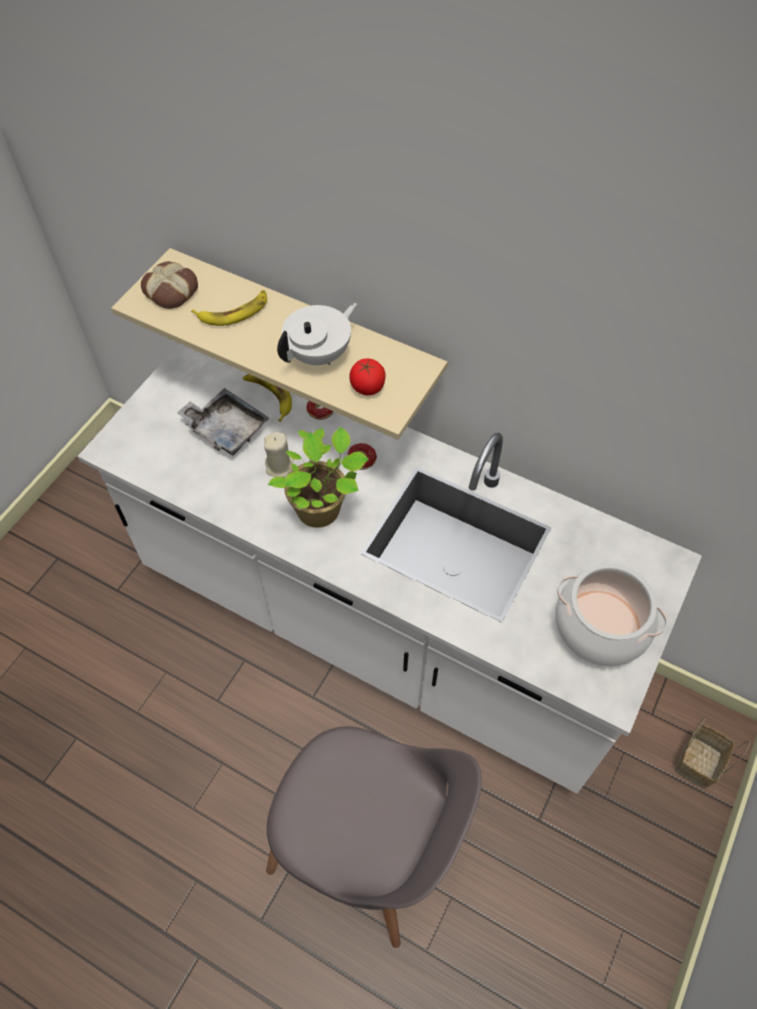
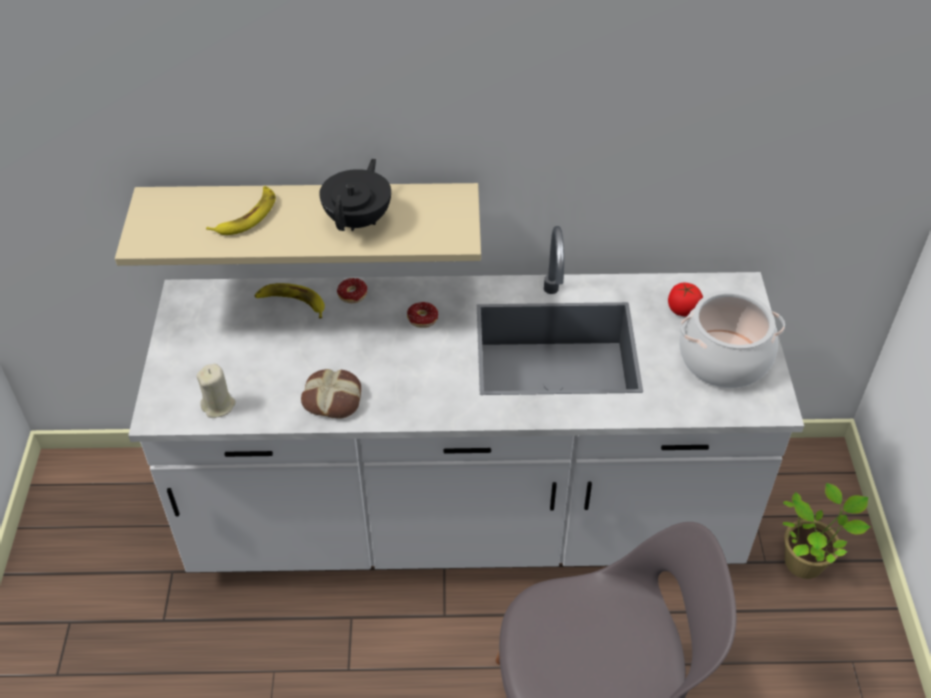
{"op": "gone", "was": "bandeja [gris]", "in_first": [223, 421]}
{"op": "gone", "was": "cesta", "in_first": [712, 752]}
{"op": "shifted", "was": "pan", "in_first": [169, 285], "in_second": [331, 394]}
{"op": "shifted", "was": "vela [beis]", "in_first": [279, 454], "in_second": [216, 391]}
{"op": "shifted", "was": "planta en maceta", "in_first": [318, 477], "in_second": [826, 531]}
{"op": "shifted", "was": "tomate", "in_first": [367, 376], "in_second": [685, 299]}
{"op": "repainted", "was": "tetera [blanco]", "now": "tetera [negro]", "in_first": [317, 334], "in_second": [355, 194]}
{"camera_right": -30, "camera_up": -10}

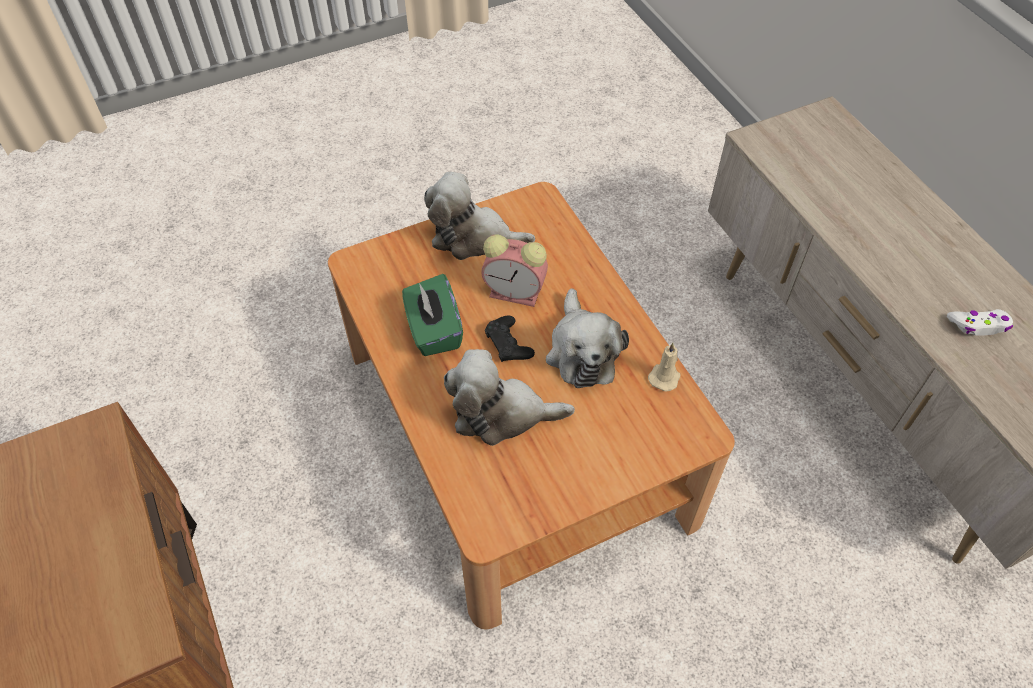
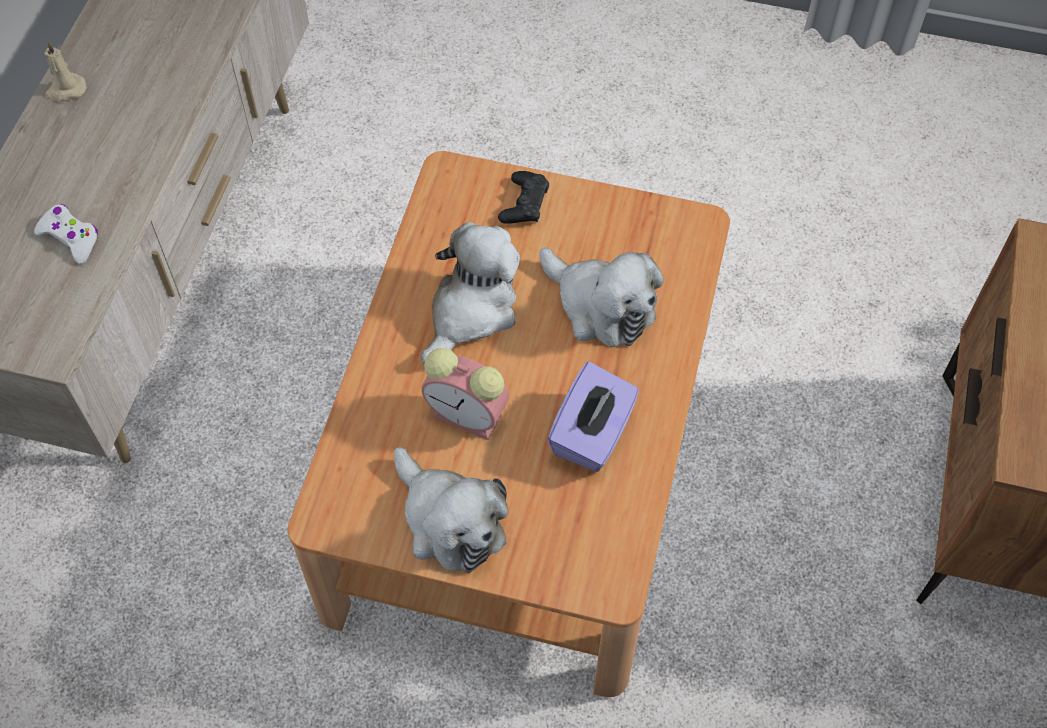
{"op": "shifted", "was": "mando de consola [negro]", "in_first": [510, 339], "in_second": [523, 197]}
{"op": "shifted", "was": "vela [beis]", "in_first": [664, 367], "in_second": [65, 71]}
{"op": "shifted", "was": "mando de consola [blanco]", "in_first": [980, 322], "in_second": [66, 234]}
{"op": "repainted", "was": "caja de pañuelos [verde]", "now": "caja de pañuelos [morado]", "in_first": [432, 315], "in_second": [593, 417]}
{"op": "rotated", "was": "despertador", "in_first": [514, 270], "in_second": [465, 394], "clockwise": 150}
{"camera_right": -140, "camera_up": 5}

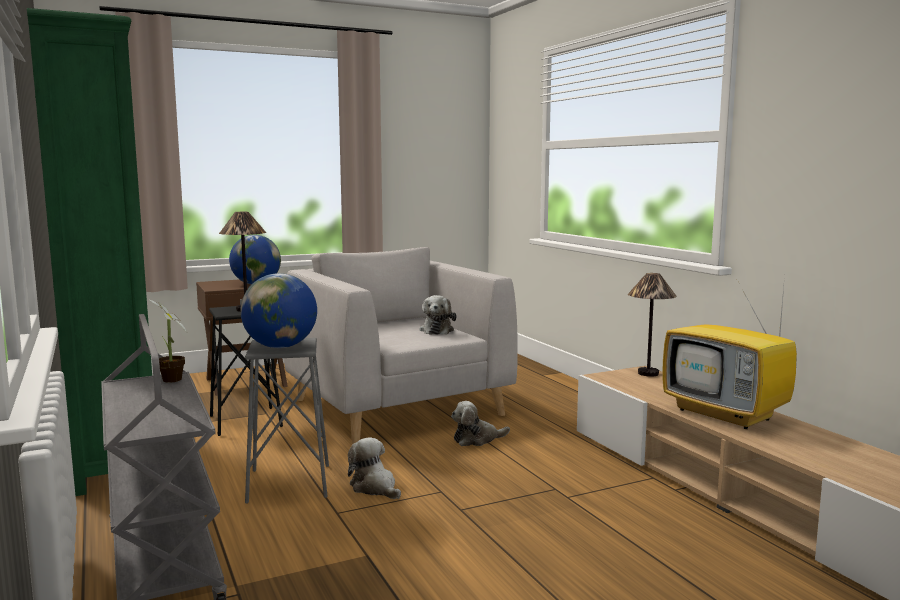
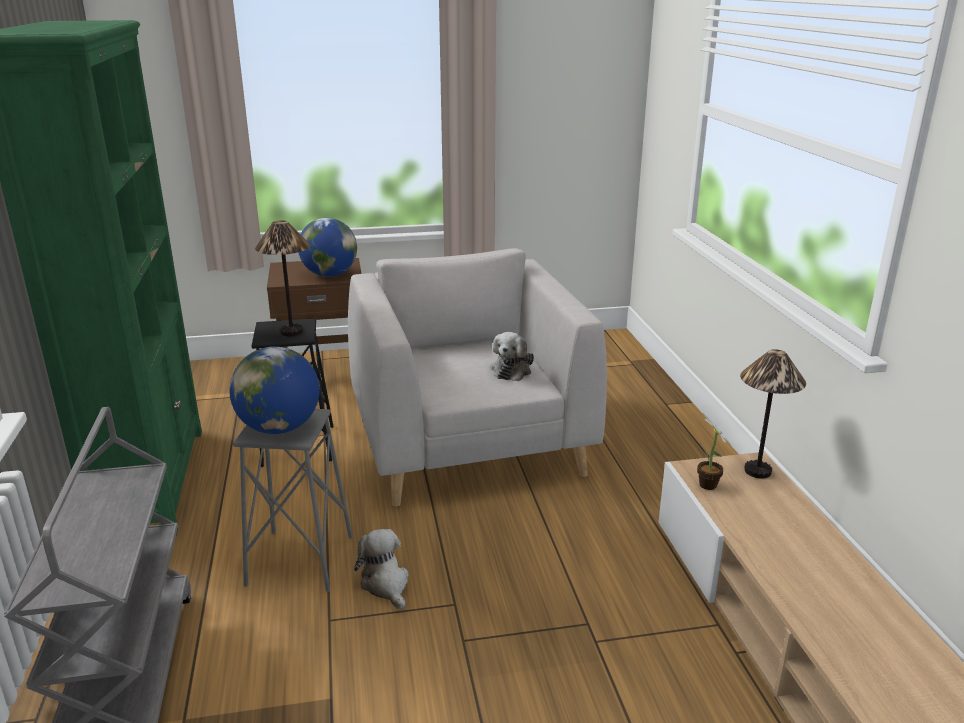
{"op": "gone", "was": "peluche", "in_first": [480, 423]}
{"op": "gone", "was": "televisor", "in_first": [729, 352]}
{"op": "shifted", "was": "planta en maceta", "in_first": [168, 341], "in_second": [715, 452]}
{"camera_right": 15, "camera_up": 15}

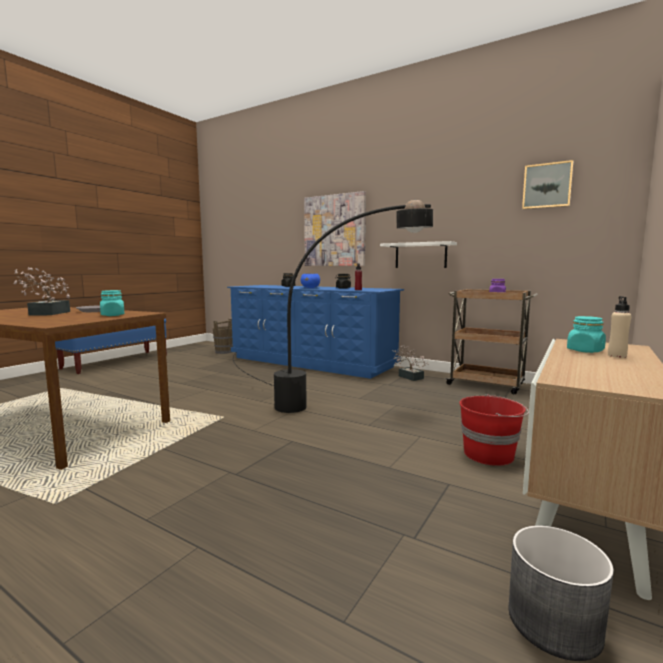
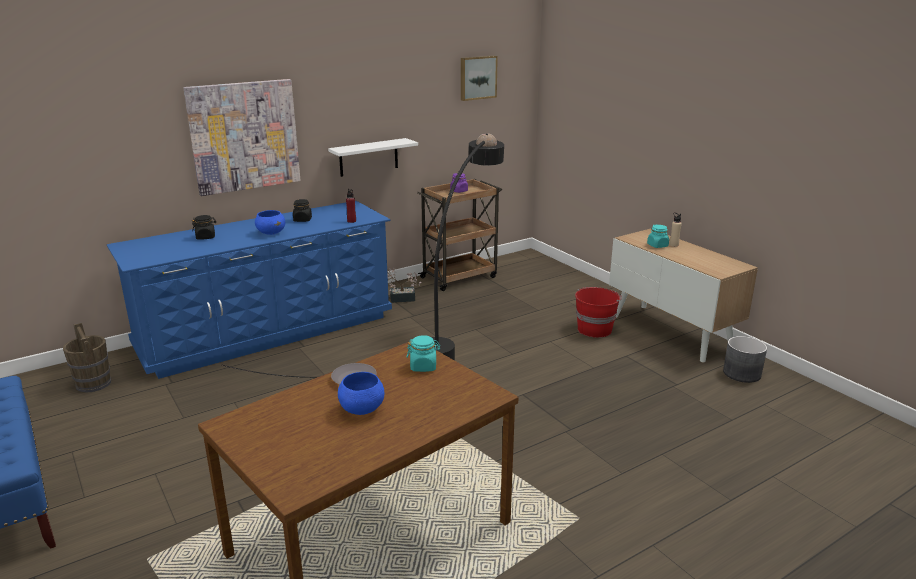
{"op": "swapped", "was": "planta en maceta", "now": "cuenco [azul]", "in_first": [41, 291], "in_second": [361, 393]}
{"camera_right": -65, "camera_up": 15}

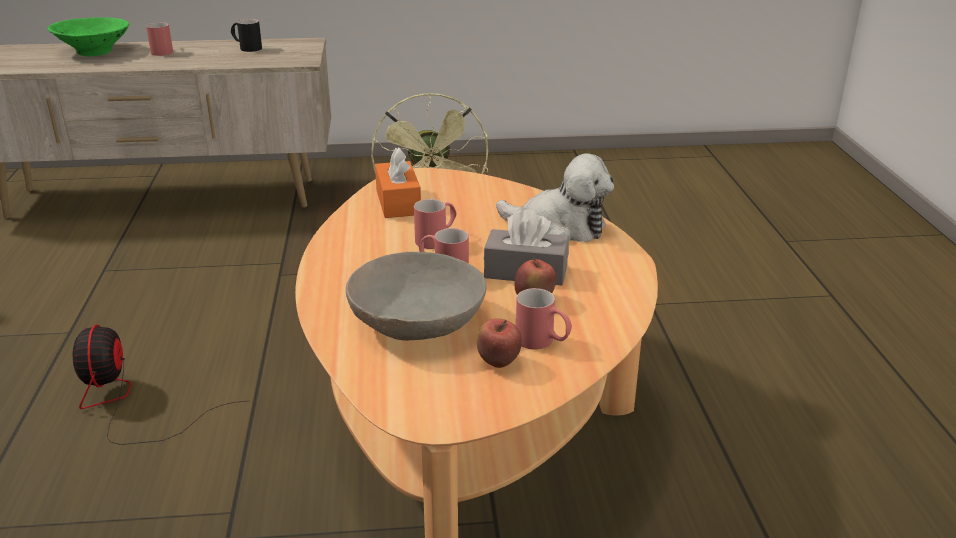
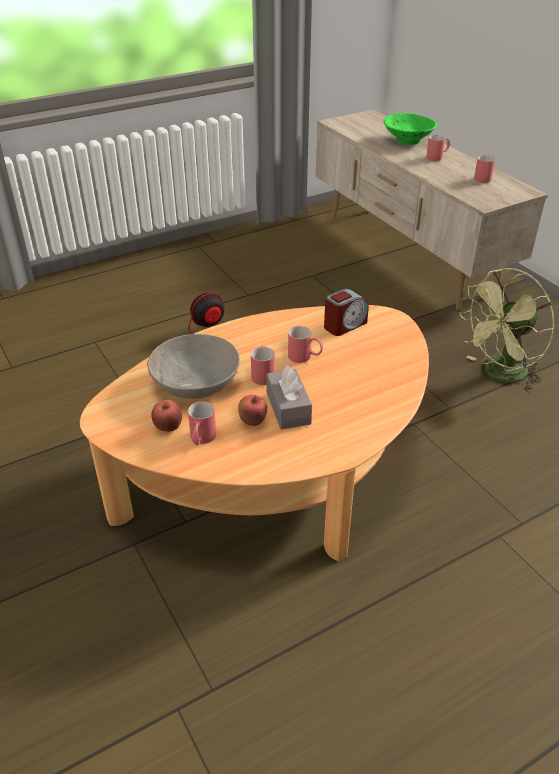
{"op": "gone", "was": "peluche", "in_first": [555, 197]}
{"op": "swapped", "was": "caja de pañuelos [naranja]", "now": "despertador", "in_first": [398, 182], "in_second": [346, 312]}
{"op": "repainted", "was": "taza grande [negro]", "now": "taza grande [rojo]", "in_first": [246, 35], "in_second": [484, 169]}
{"camera_right": 65, "camera_up": 10}

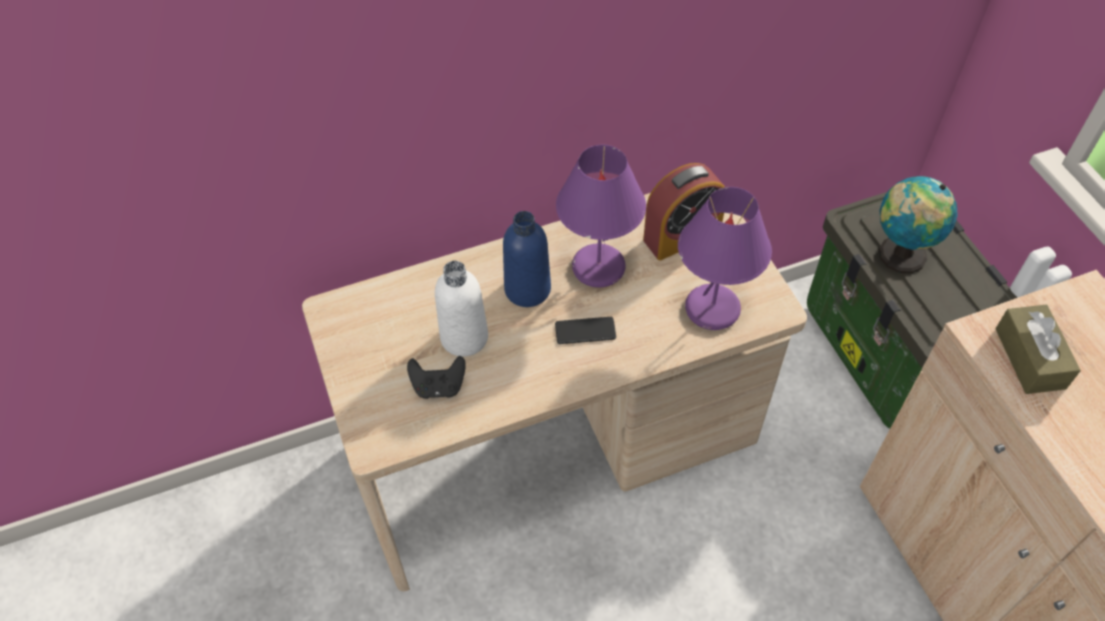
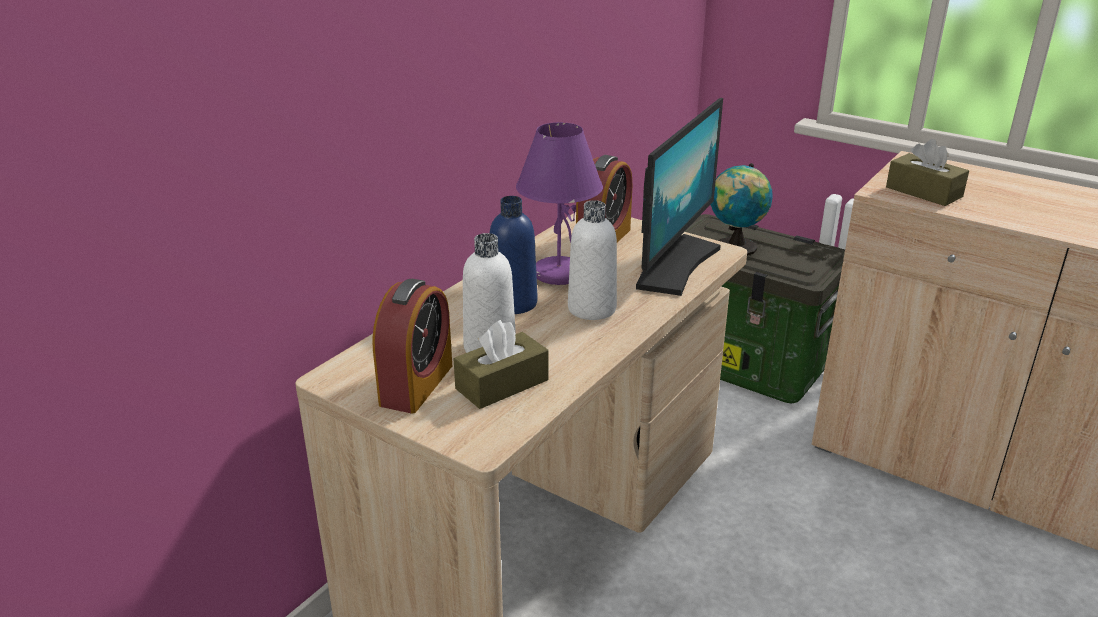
{"op": "new", "now": "despertador", "in_second": [412, 346]}
{"op": "swapped", "was": "mando de consola [negro]", "now": "caja de pañuelos [marrón]", "in_first": [436, 377], "in_second": [501, 364]}
{"op": "swapped", "was": "móvil", "now": "botella [blanco]", "in_first": [585, 330], "in_second": [592, 260]}
{"op": "swapped", "was": "lámpara de mesa [morado]", "now": "monitor", "in_first": [725, 258], "in_second": [679, 197]}
{"camera_right": -35, "camera_up": -25}

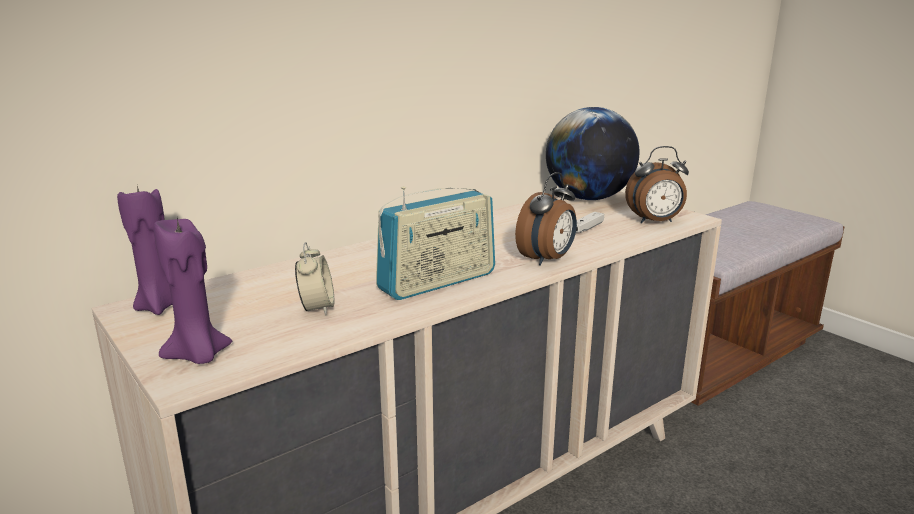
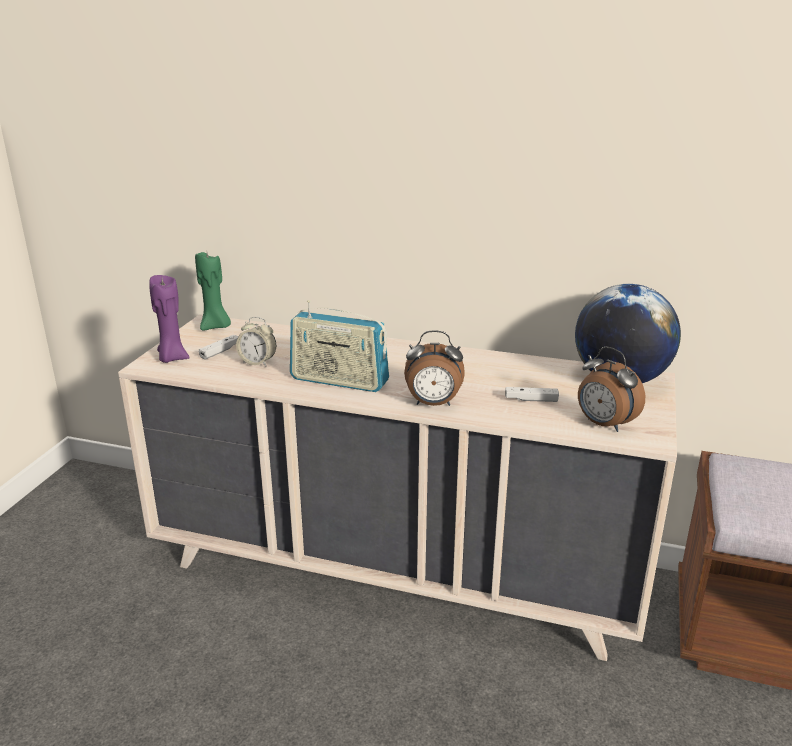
{"op": "new", "now": "mando de consola [blanco]", "in_second": [218, 347]}
{"op": "repainted", "was": "vela [morado]", "now": "vela [verde]", "in_first": [144, 250], "in_second": [213, 291]}
{"op": "rotated", "was": "despertador", "in_first": [314, 278], "in_second": [256, 341], "clockwise": 60}
{"camera_right": 55, "camera_up": 5}

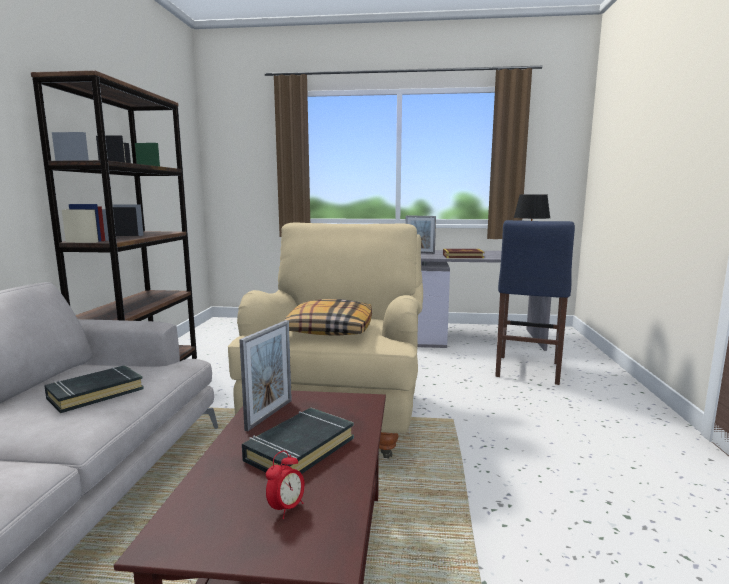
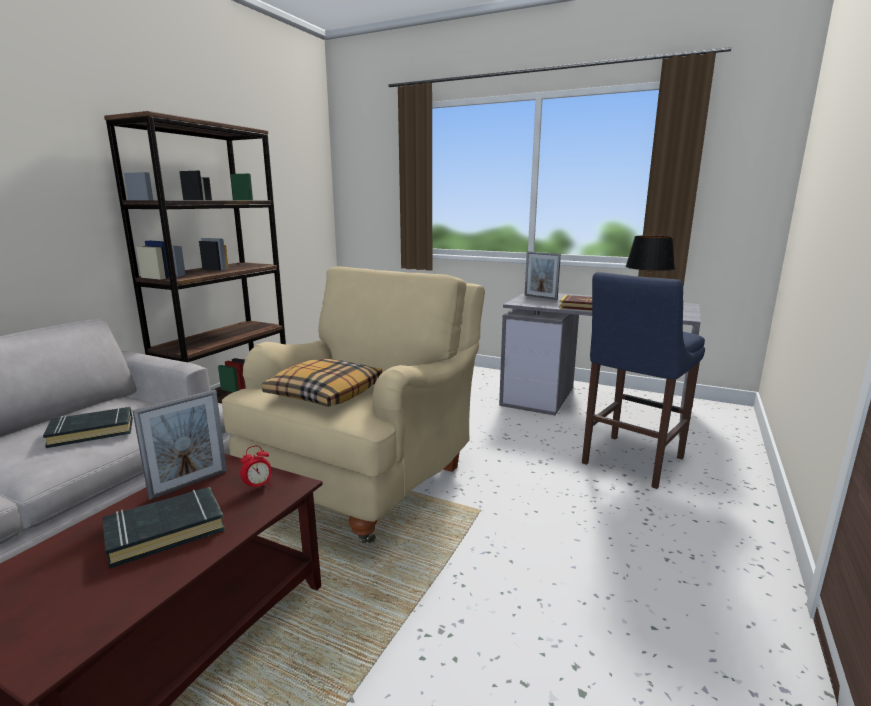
{"op": "shifted", "was": "despertador", "in_first": [285, 485], "in_second": [256, 469]}
{"camera_right": 20, "camera_up": 5}

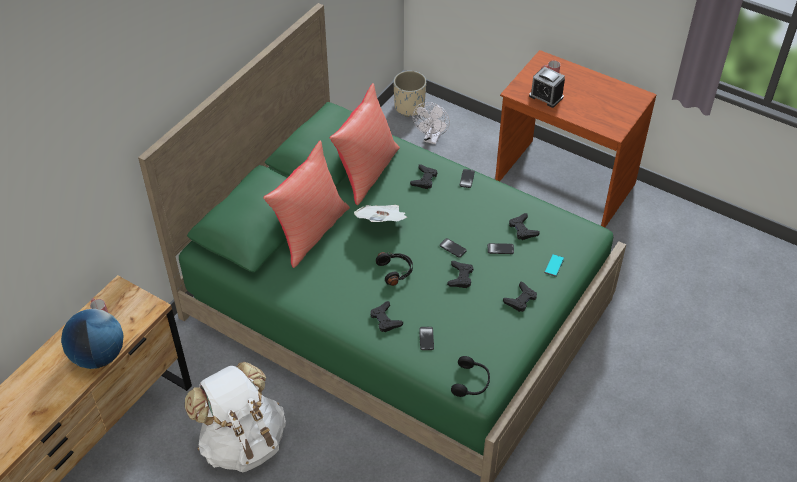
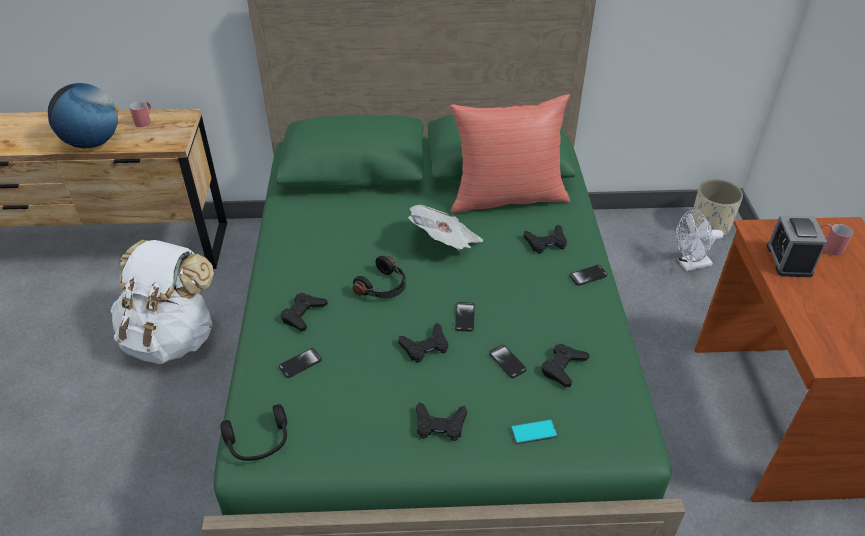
{"op": "gone", "was": "cojín [rojo]", "in_first": [306, 204]}
{"camera_right": 55, "camera_up": -5}

